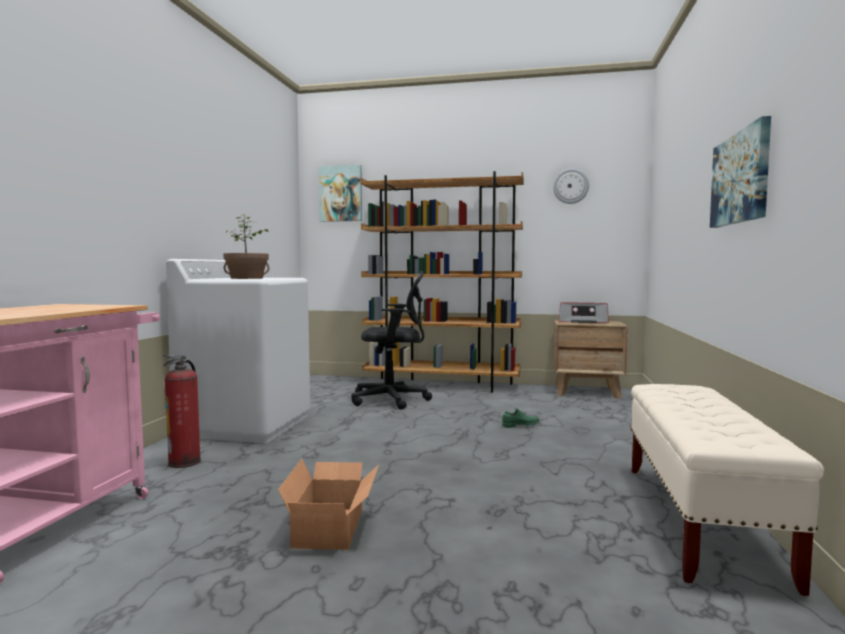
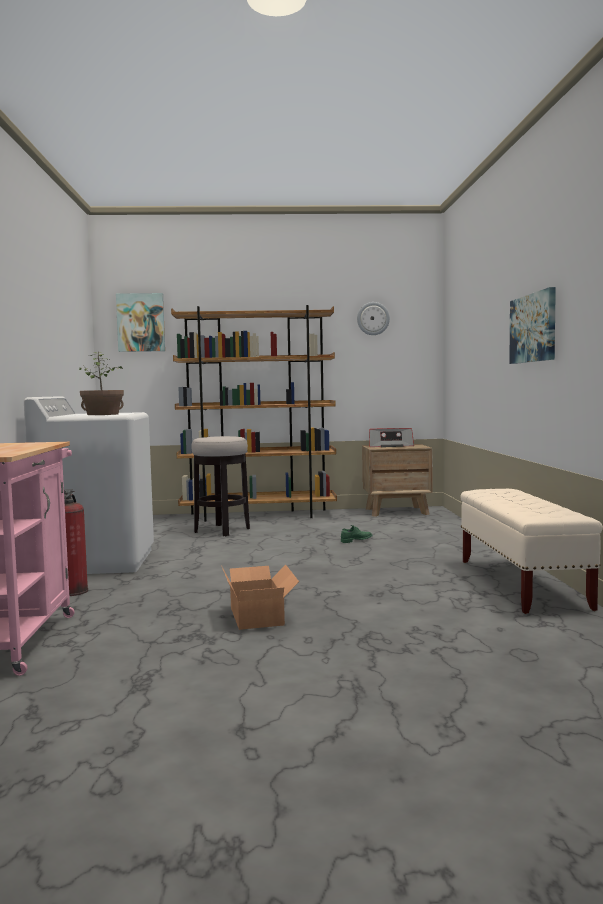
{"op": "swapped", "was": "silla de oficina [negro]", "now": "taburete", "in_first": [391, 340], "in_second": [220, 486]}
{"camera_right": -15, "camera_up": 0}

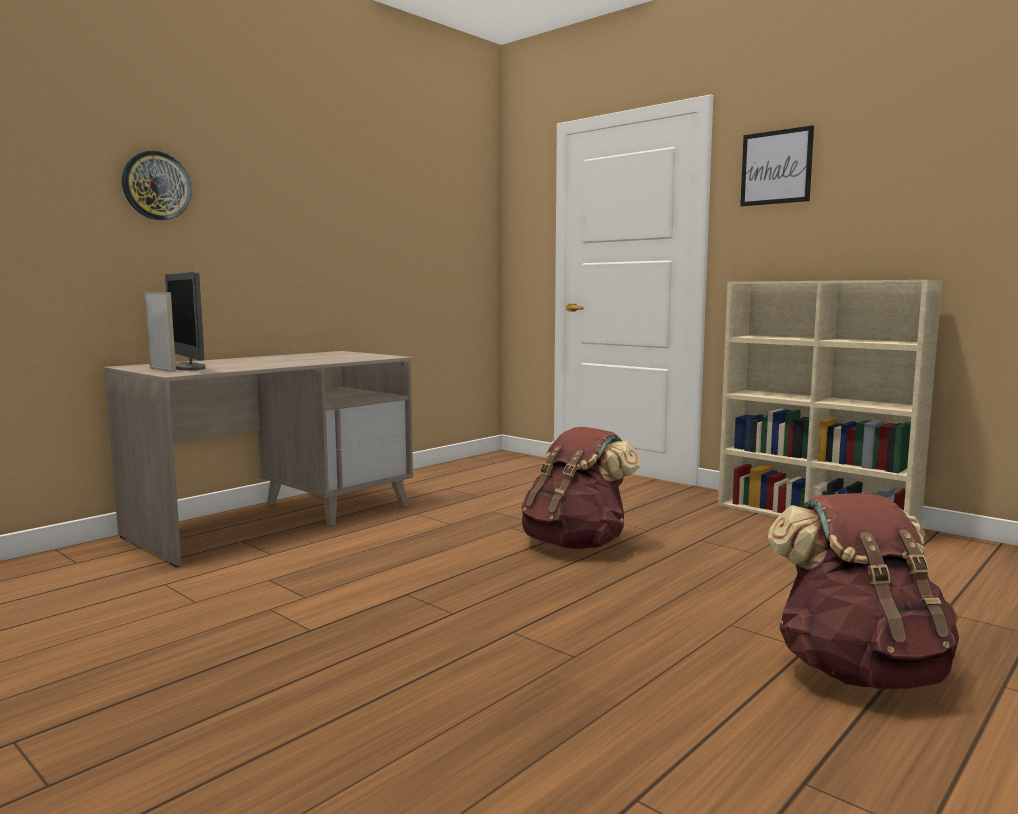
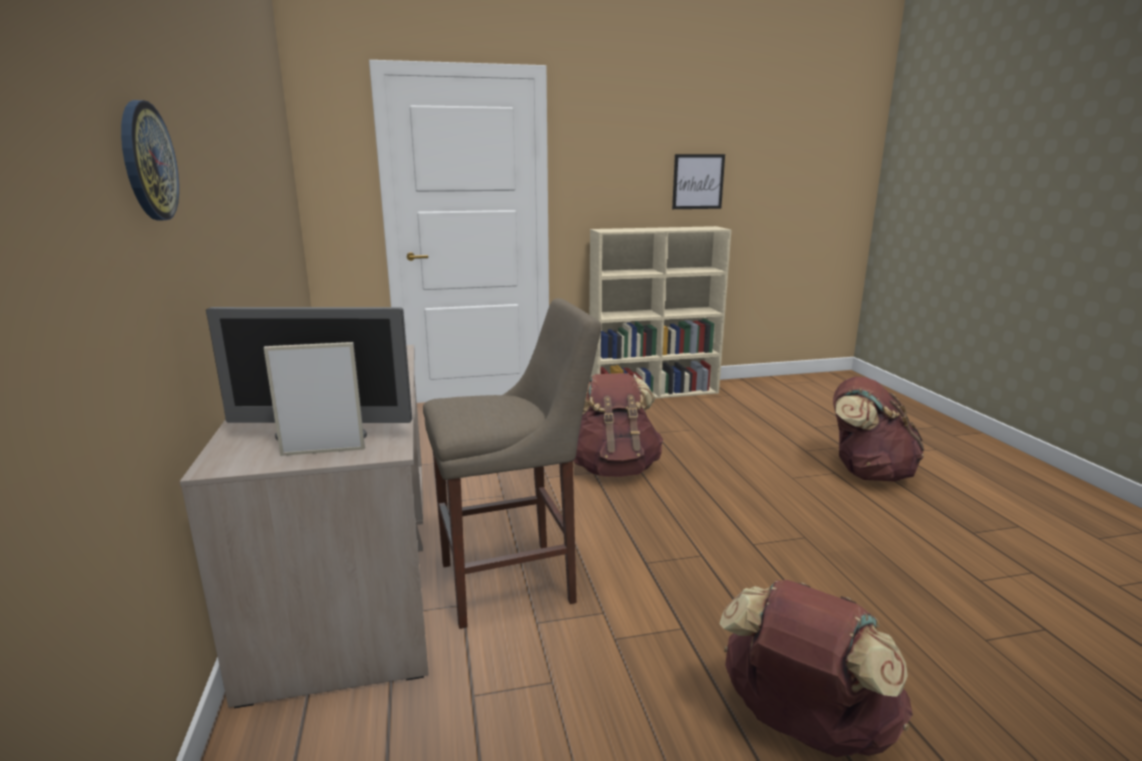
{"op": "new", "now": "taburete [beis]", "in_second": [512, 463]}
{"op": "new", "now": "mochila [marrón]", "in_second": [816, 668]}
{"op": "shifted", "was": "cuadro", "in_first": [777, 165], "in_second": [698, 181]}
{"camera_right": -55, "camera_up": 10}

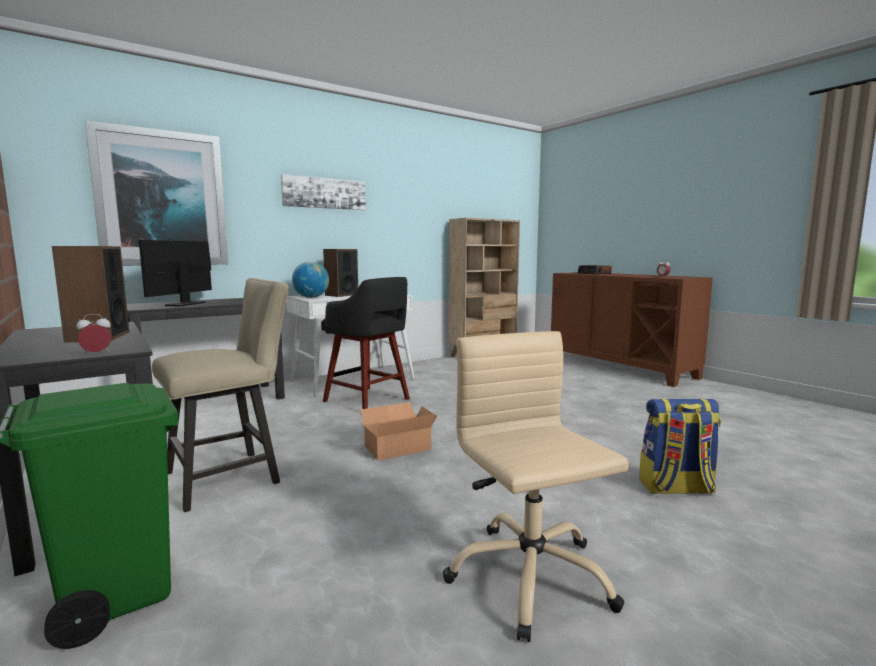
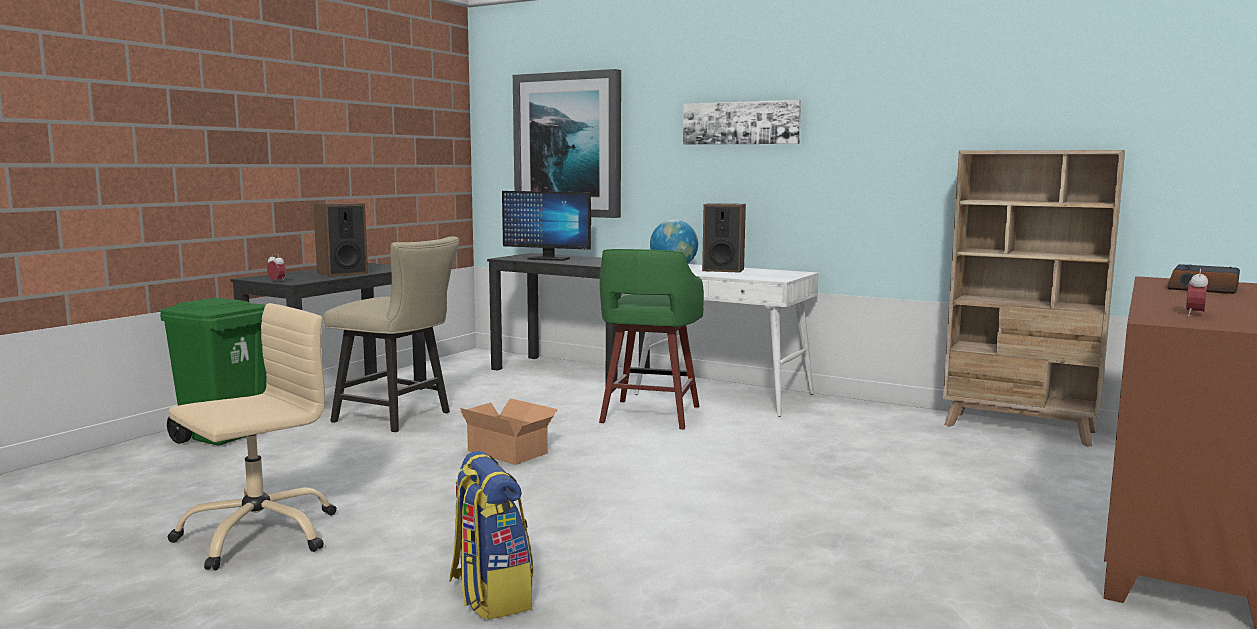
{"op": "repainted", "was": "taburete [negro]", "now": "taburete [verde]", "in_first": [365, 343], "in_second": [651, 339]}
{"op": "rotated", "was": "monitor", "in_first": [175, 273], "in_second": [546, 226], "clockwise": -150}
{"camera_right": 65, "camera_up": 0}

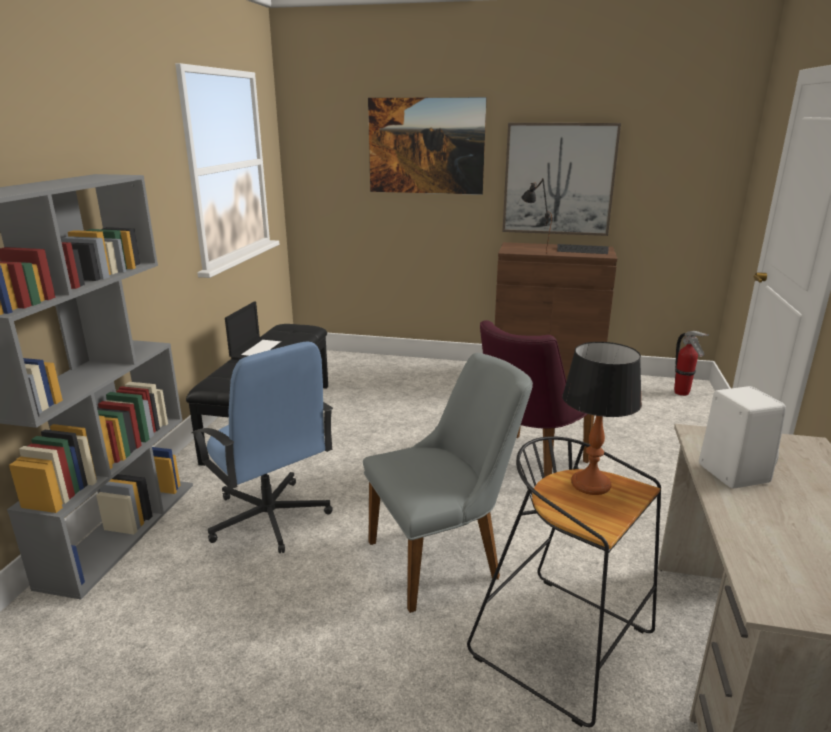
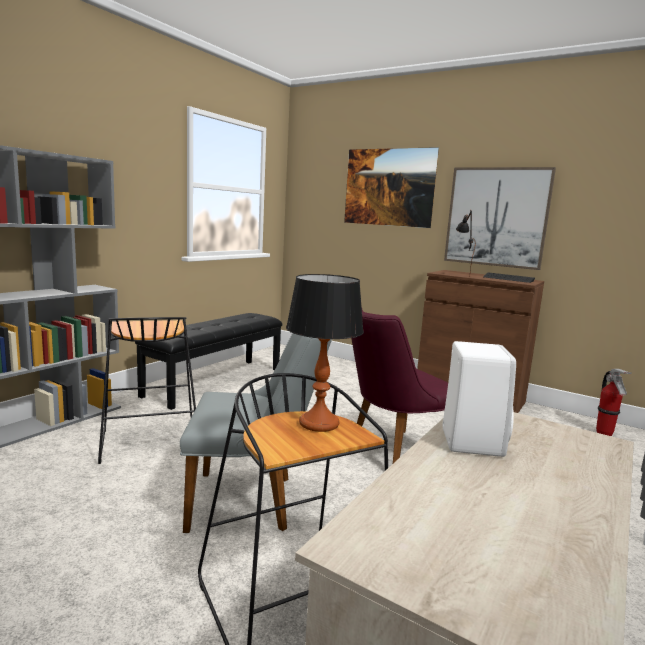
{"op": "gone", "was": "portátil", "in_first": [259, 330]}
{"op": "swapped", "was": "silla de oficina [azul]", "now": "taburete [negro]", "in_first": [262, 447], "in_second": [147, 390]}
{"camera_right": 20, "camera_up": -10}

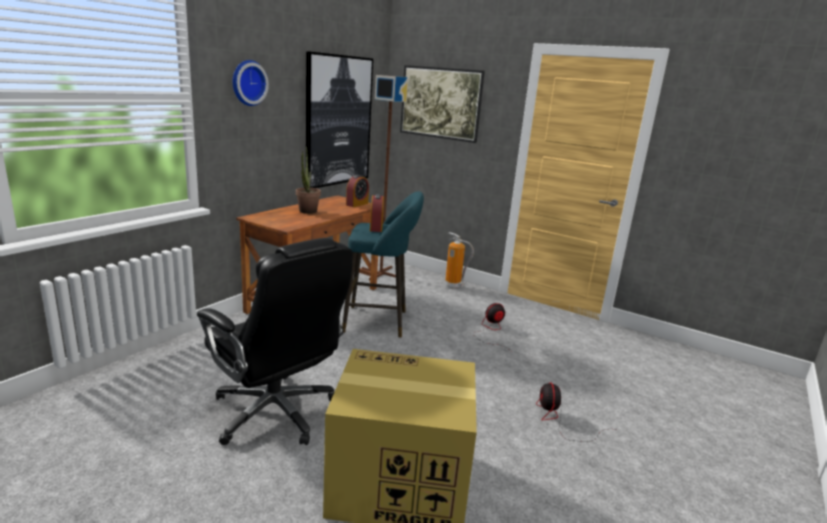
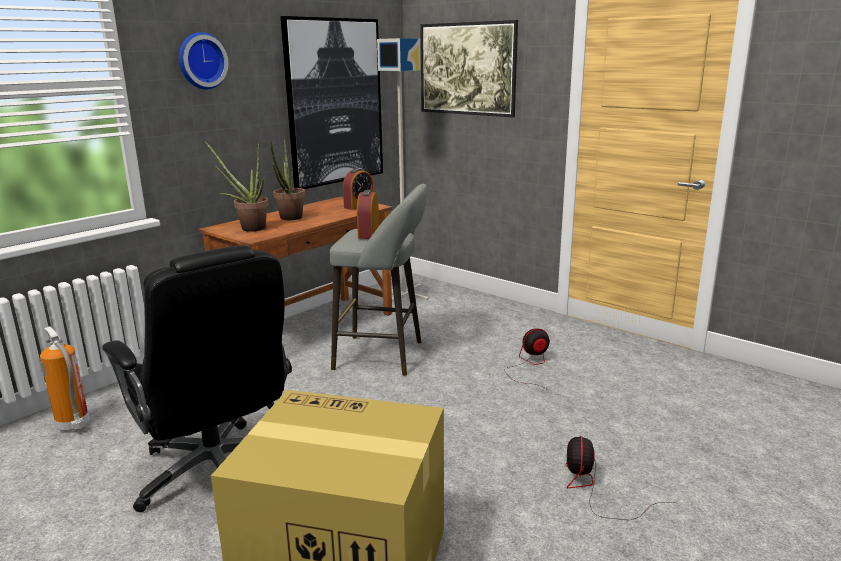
{"op": "new", "now": "planta en maceta", "in_second": [236, 186]}
{"op": "shifted", "was": "extintor", "in_first": [459, 260], "in_second": [64, 379]}
{"op": "repainted", "was": "taburete [turquesa]", "now": "taburete [gris]", "in_first": [383, 264], "in_second": [379, 280]}
{"op": "repainted", "was": "lámpara de pie [marrón]", "now": "lámpara de pie [gris]", "in_first": [385, 177], "in_second": [402, 170]}
{"camera_right": 10, "camera_up": 0}

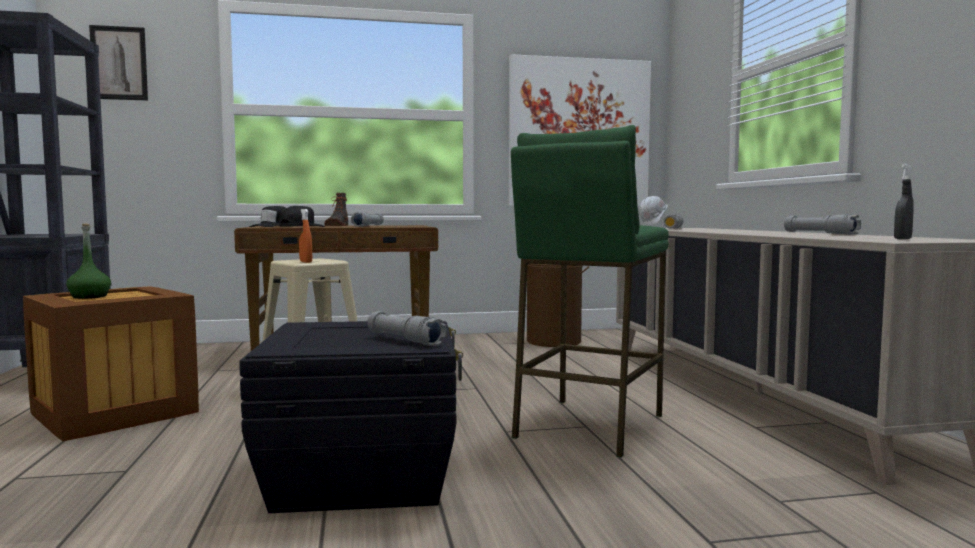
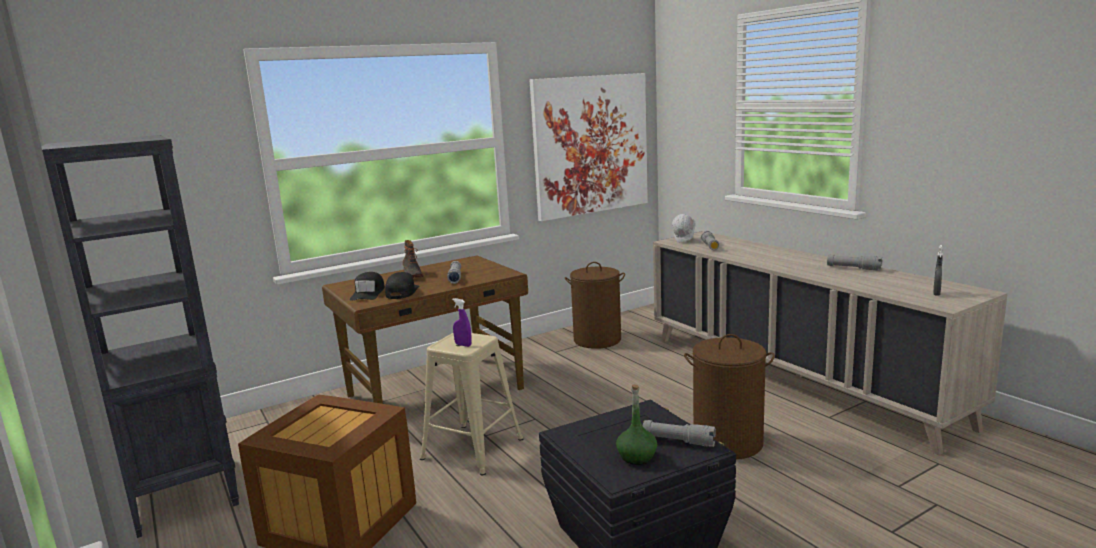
{"op": "gone", "was": "cuadro", "in_first": [118, 63]}
{"op": "shifted", "was": "botella [verde]", "in_first": [88, 261], "in_second": [636, 424]}
{"op": "swapped", "was": "taburete [verde]", "now": "cesto de la ropa [marrón]", "in_first": [590, 291], "in_second": [729, 396]}
{"op": "repainted", "was": "pulverizador [naranja]", "now": "pulverizador [morado]", "in_first": [305, 236], "in_second": [462, 322]}
{"camera_right": -20, "camera_up": 10}

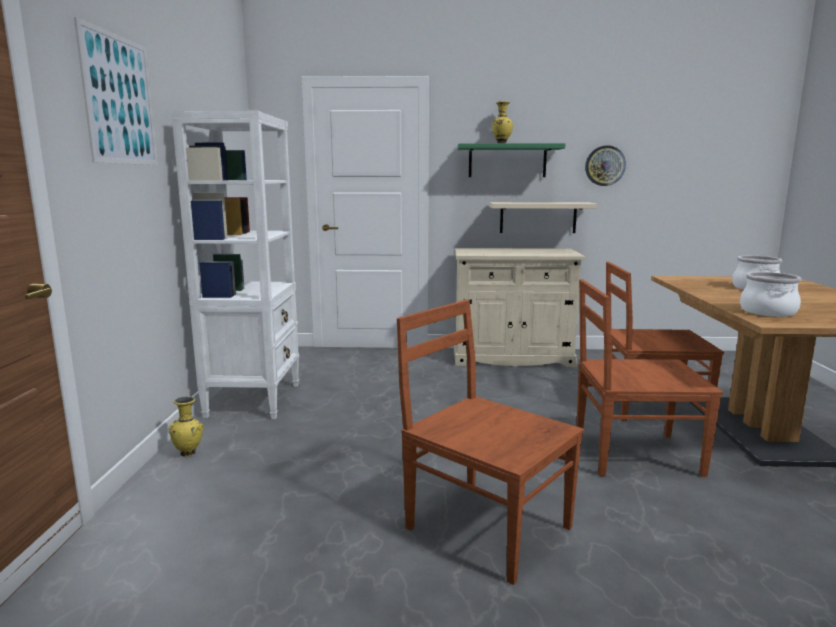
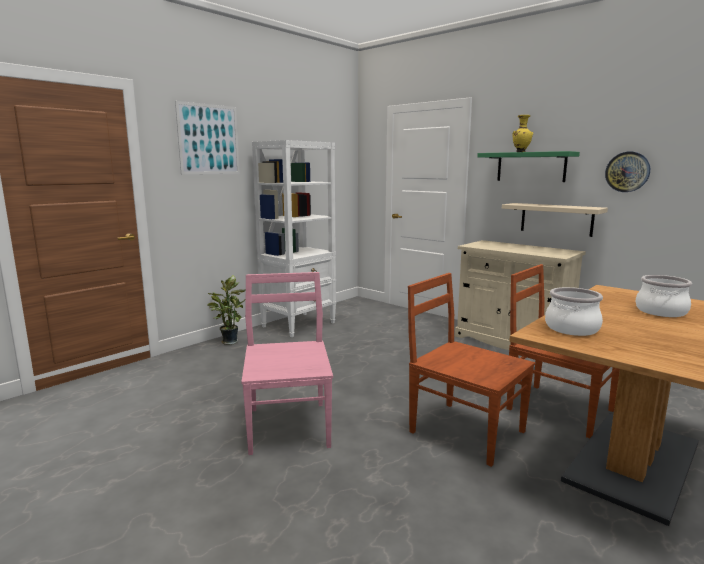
{"op": "swapped", "was": "florero [amarillo]", "now": "planta en maceta", "in_first": [186, 426], "in_second": [226, 310]}
{"op": "repainted", "was": "silla [marrón]", "now": "silla [rosa]", "in_first": [490, 442], "in_second": [287, 363]}
{"camera_right": 40, "camera_up": 0}

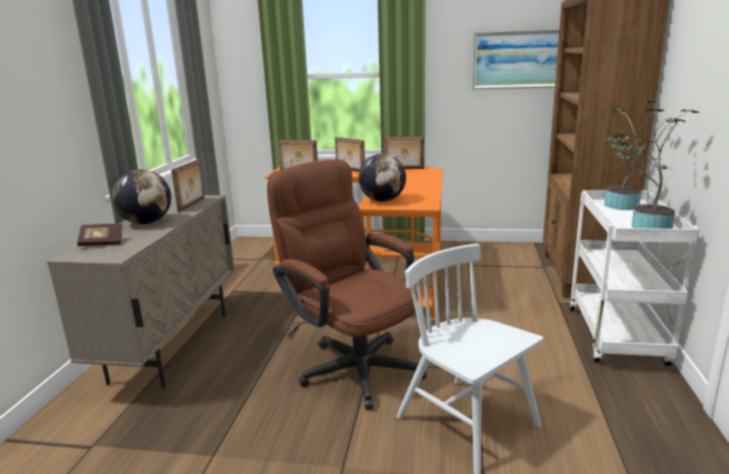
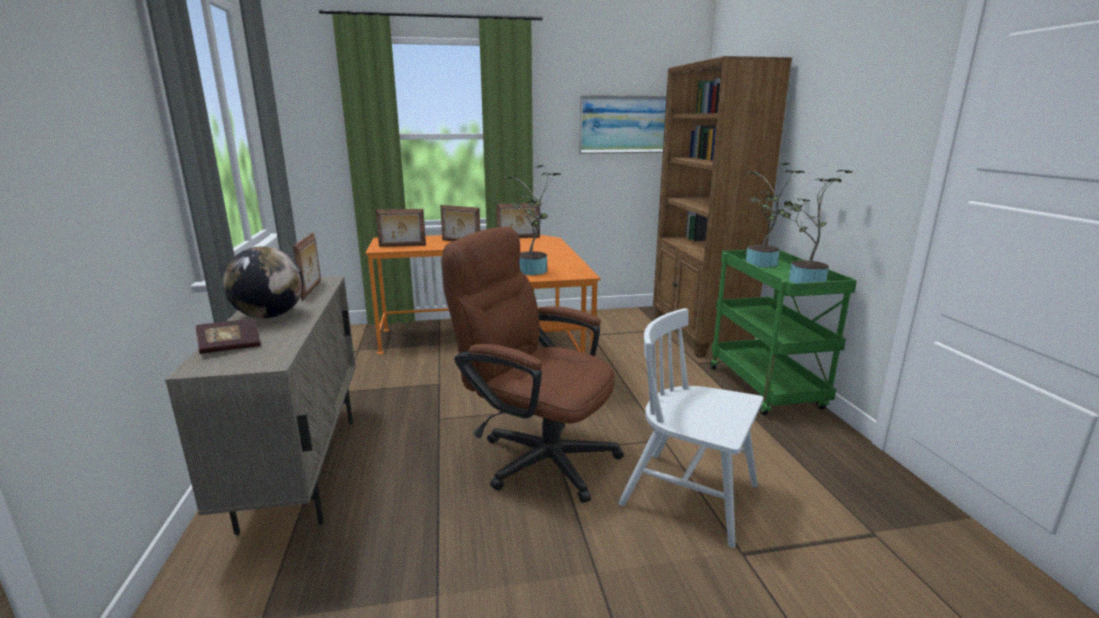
{"op": "swapped", "was": "globo terráqueo", "now": "planta en maceta", "in_first": [382, 178], "in_second": [532, 220]}
{"op": "repainted", "was": "carrito [blanco]", "now": "carrito [verde]", "in_first": [634, 278], "in_second": [783, 332]}
{"camera_right": -20, "camera_up": 0}

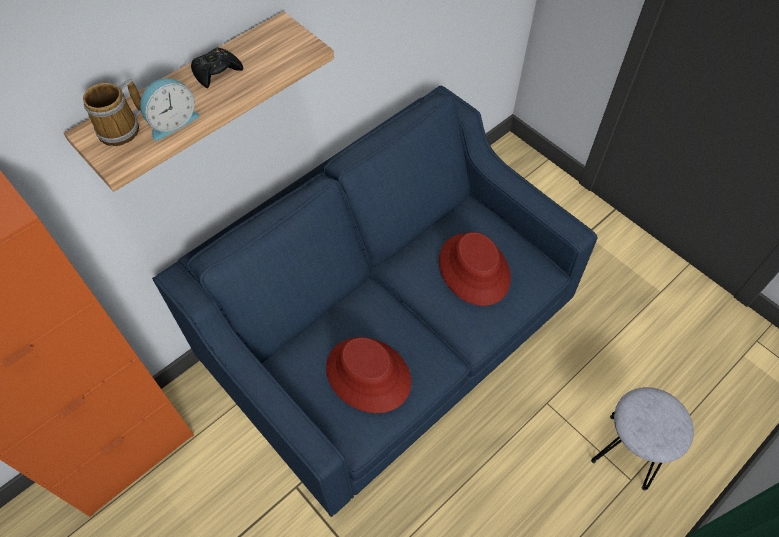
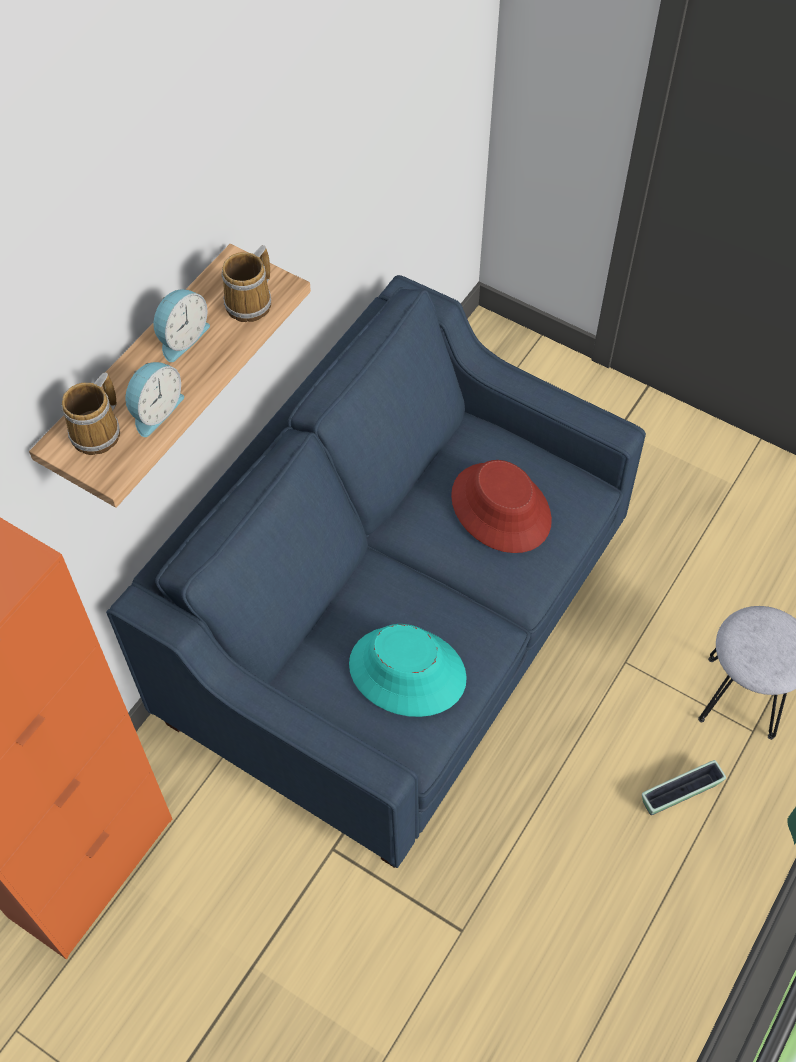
{"op": "new", "now": "taza grande", "in_second": [246, 283]}
{"op": "new", "now": "maceta", "in_second": [684, 787]}
{"op": "swapped", "was": "mando de consola [negro]", "now": "despertador", "in_first": [217, 67], "in_second": [181, 325]}
{"op": "repainted", "was": "sombrero [rojo]", "now": "sombrero [turquesa]", "in_first": [368, 375], "in_second": [408, 670]}
{"camera_right": -15, "camera_up": 0}

